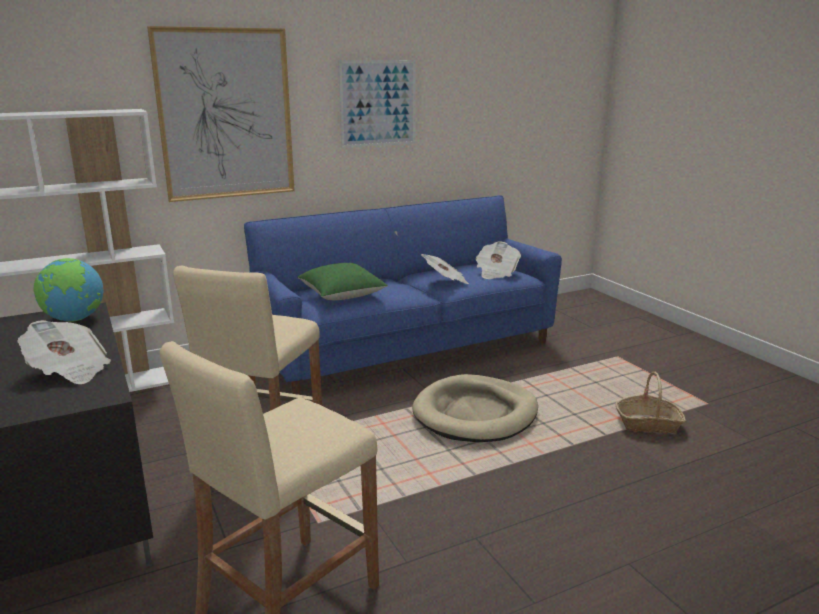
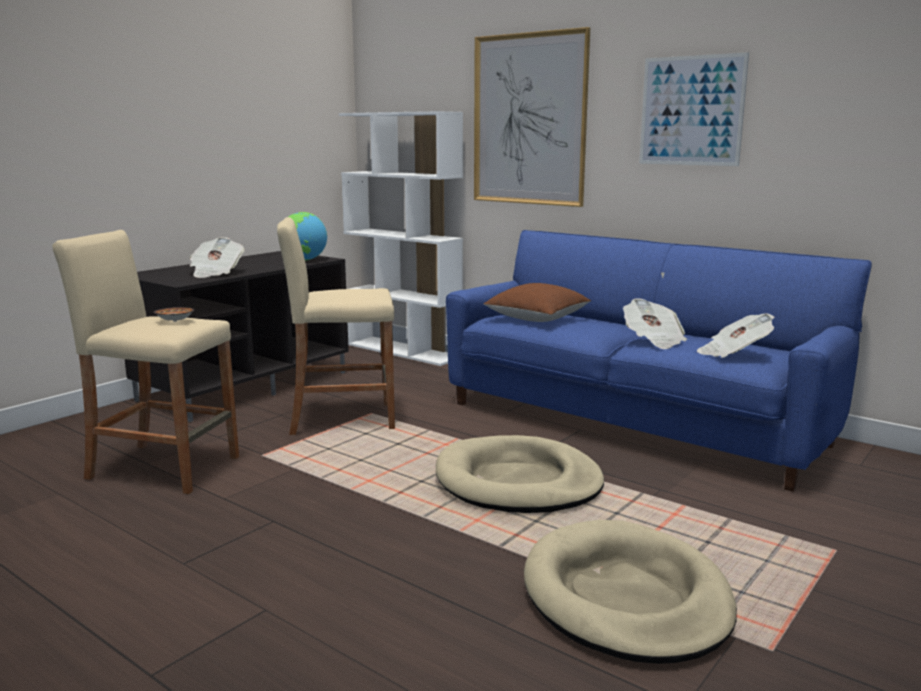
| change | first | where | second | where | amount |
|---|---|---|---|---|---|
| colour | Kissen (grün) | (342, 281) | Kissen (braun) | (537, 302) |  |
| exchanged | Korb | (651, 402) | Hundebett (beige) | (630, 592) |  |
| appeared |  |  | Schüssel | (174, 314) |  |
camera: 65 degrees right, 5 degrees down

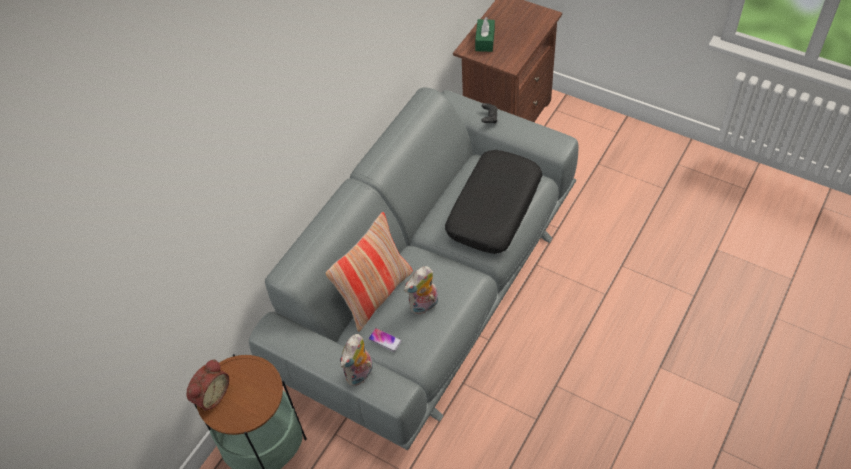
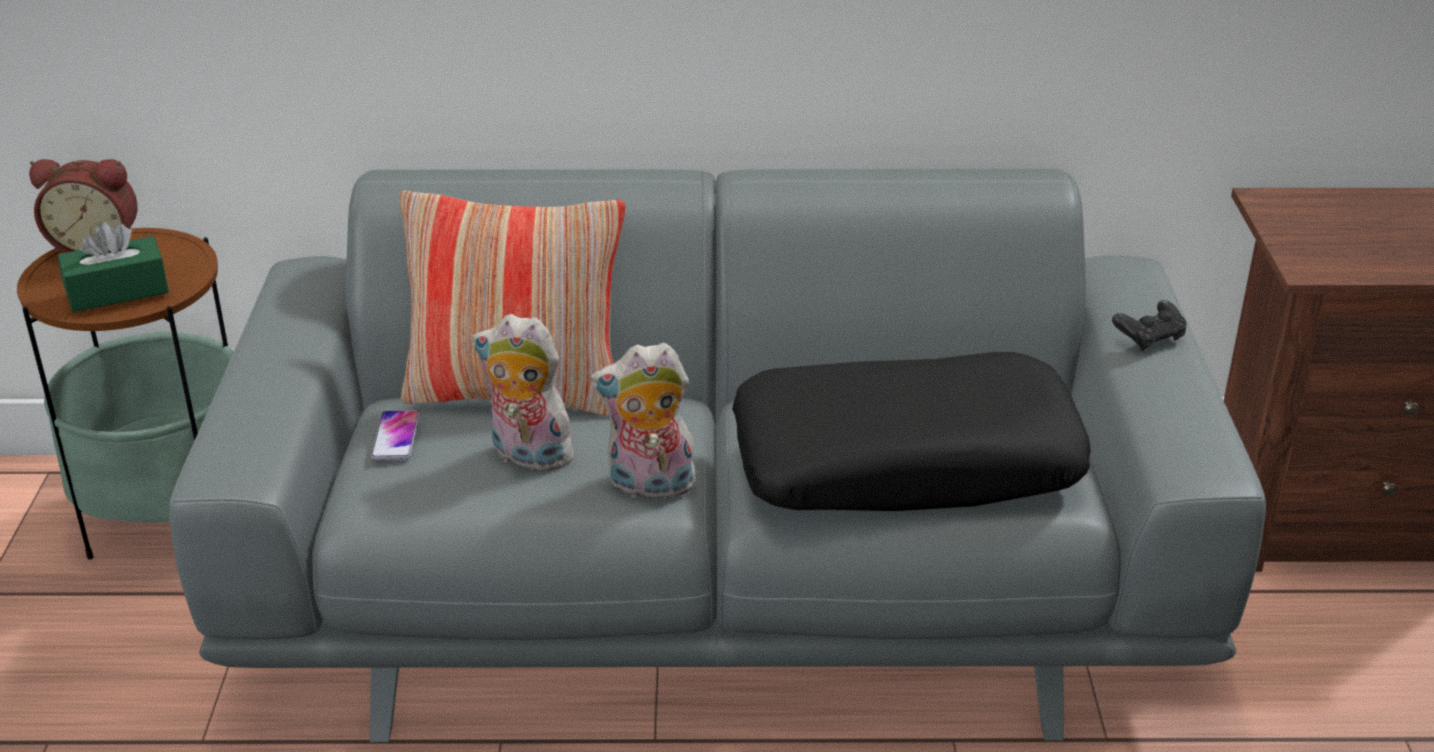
| change | first | where | second | where | amount |
|---|---|---|---|---|---|
| relocated | Taschentuchbox (grün) | (485, 34) |  | (113, 267) |  |
| relocated | Plüschtier | (356, 360) |  | (643, 423) |  |
camera: 55 degrees right, 20 degrees down

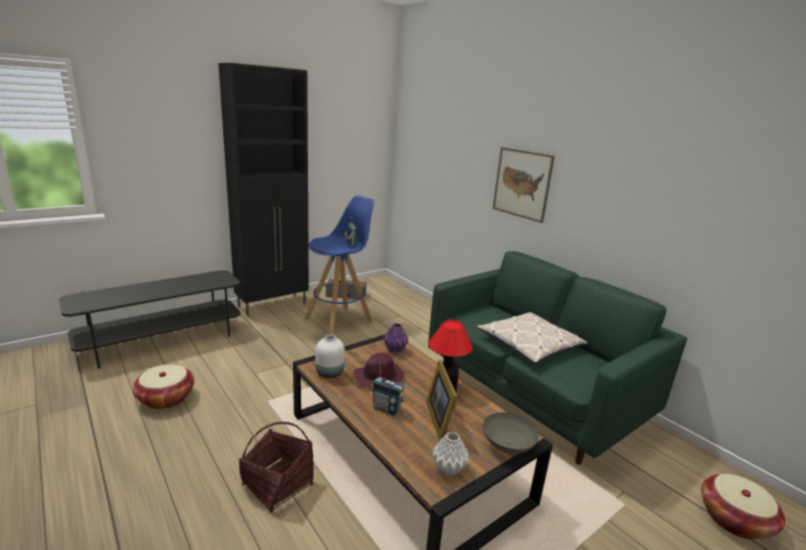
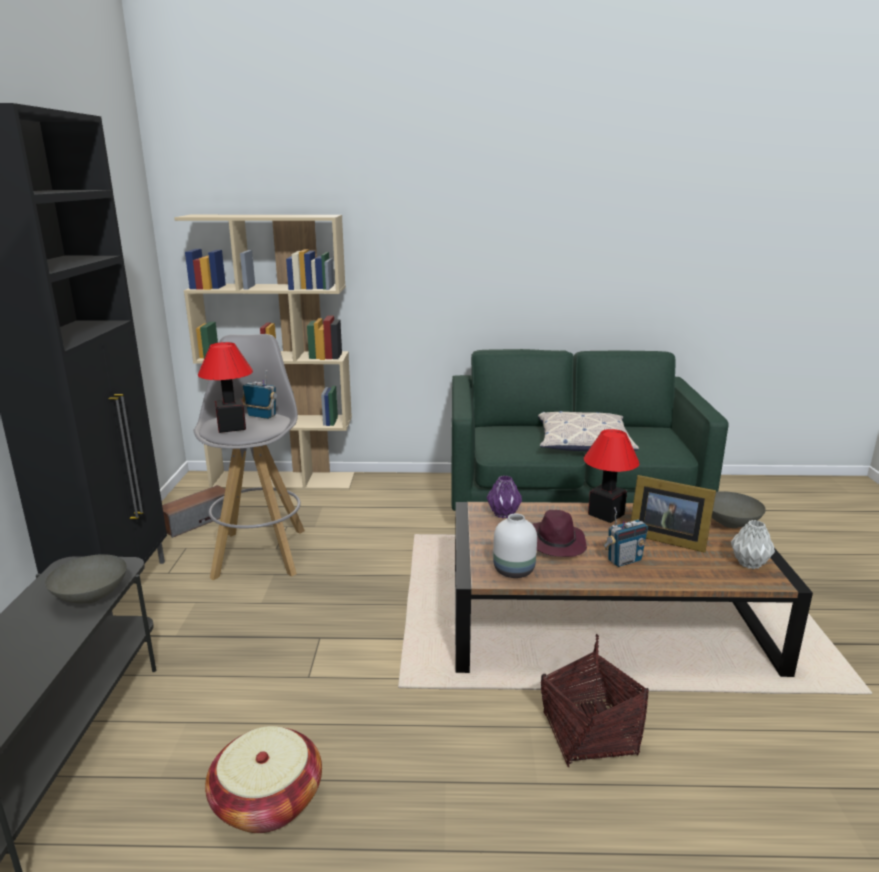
| change | first | where | second | where | amount |
|---|---|---|---|---|---|
| missing | Bild | (524, 185) |  |  |  |
| colour | Hocker (blau) | (339, 265) | Hocker (grau) | (249, 457) |  |
| missing | Korb | (743, 507) |  |  |  |
| appeared |  |  | Bücherregal (beige) | (264, 352) |  |
| appeared |  |  | Tischlampe | (225, 387) |  |
| appeared |  |  | Schüssel (grau) | (86, 579) |  |
camera: 50 degrees left, 0 degrees up

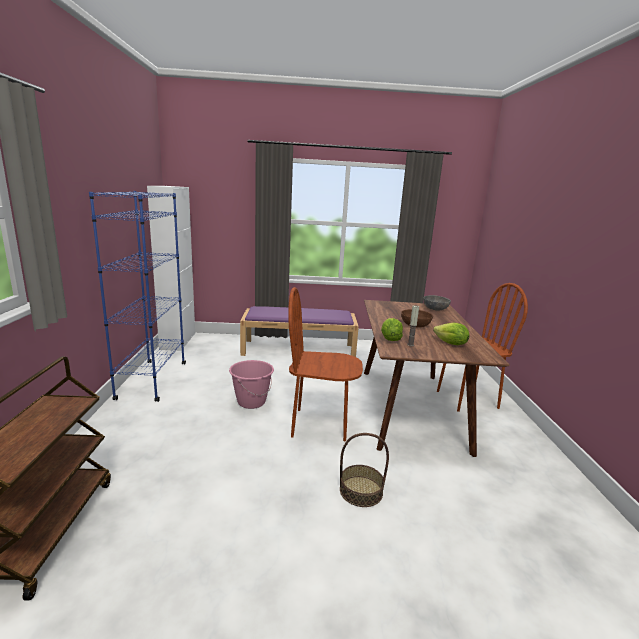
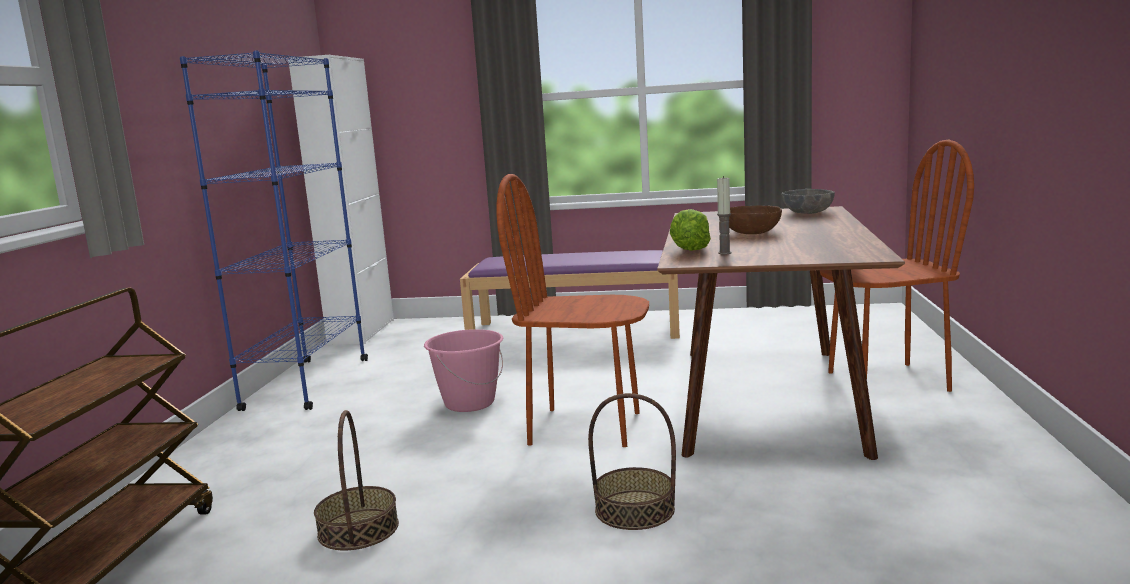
| change | first | where | second | where | amount |
|---|---|---|---|---|---|
| missing | Salatkopf | (451, 333) |  |  |  |
| appeared |  |  | Korb | (356, 480) |  |
camera: 10 degrees right, 5 degrees down

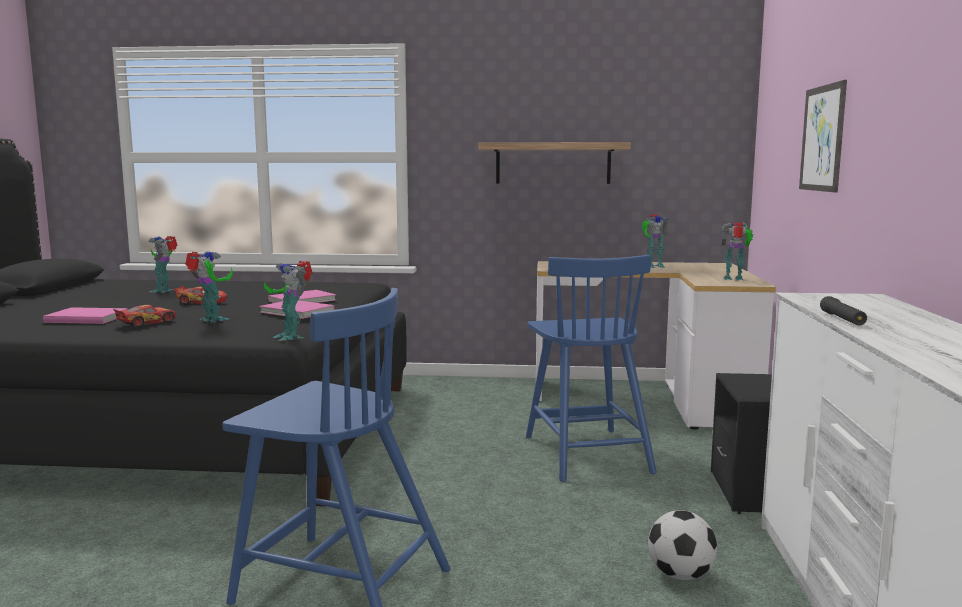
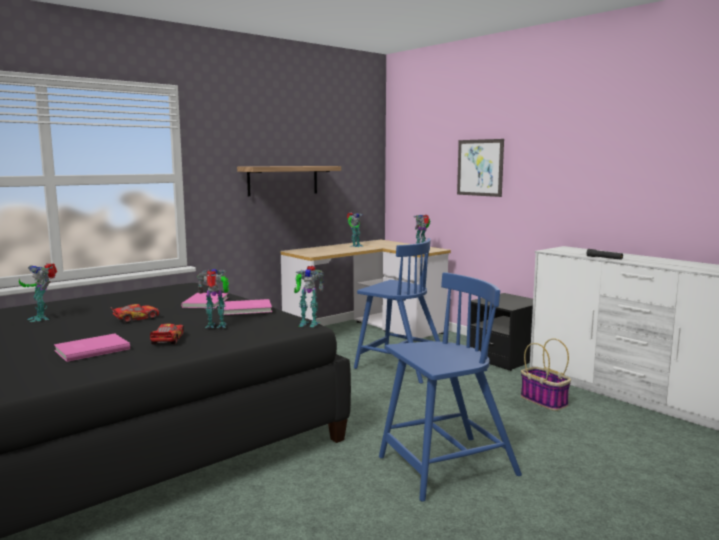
| change | first | where | second | where | amount |
|---|---|---|---|---|---|
| exchanged | Fußball | (682, 545) | Korb | (546, 374) |  |
camera: 45 degrees left, 0 degrees up

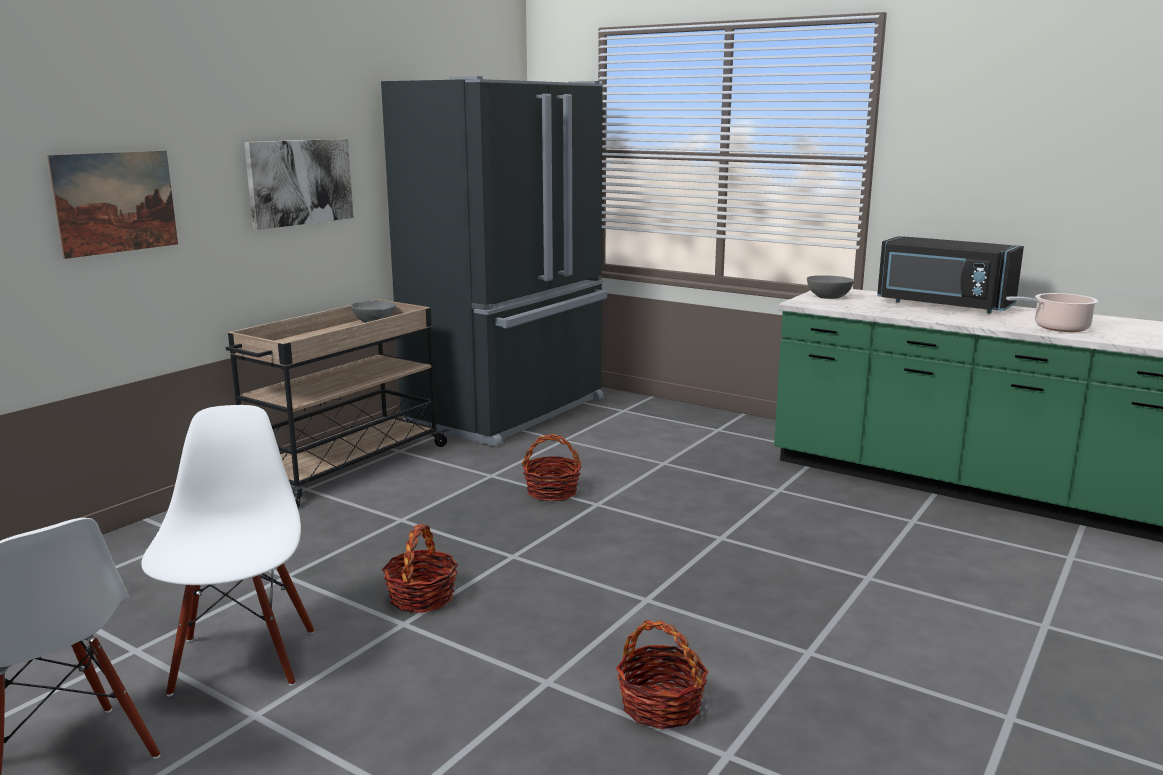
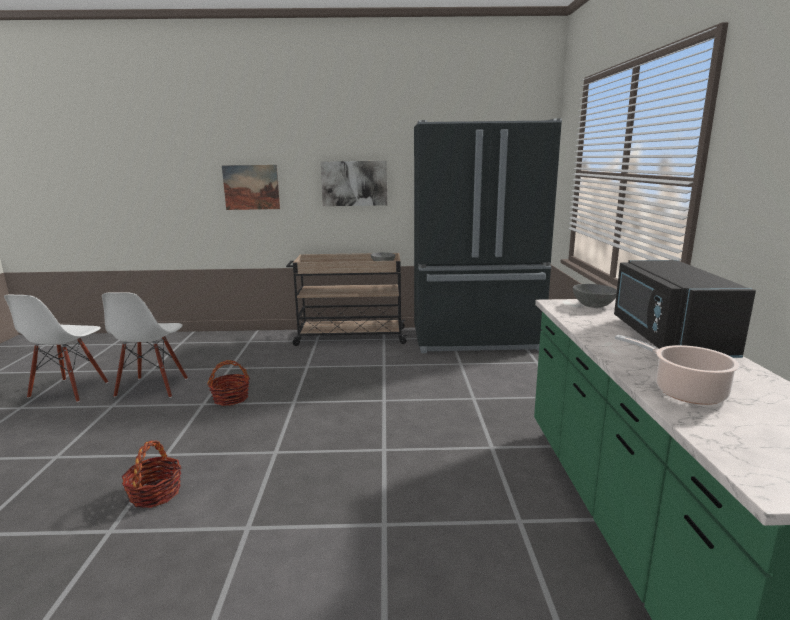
| change | first | where | second | where | amount |
|---|---|---|---|---|---|
| spun | Stuhl (weiß) | (227, 550) |  | (145, 345) | 135 degrees clockwise |
| missing | Korb | (551, 468) |  |  |  |
camera: 55 degrees right, 0 degrees up

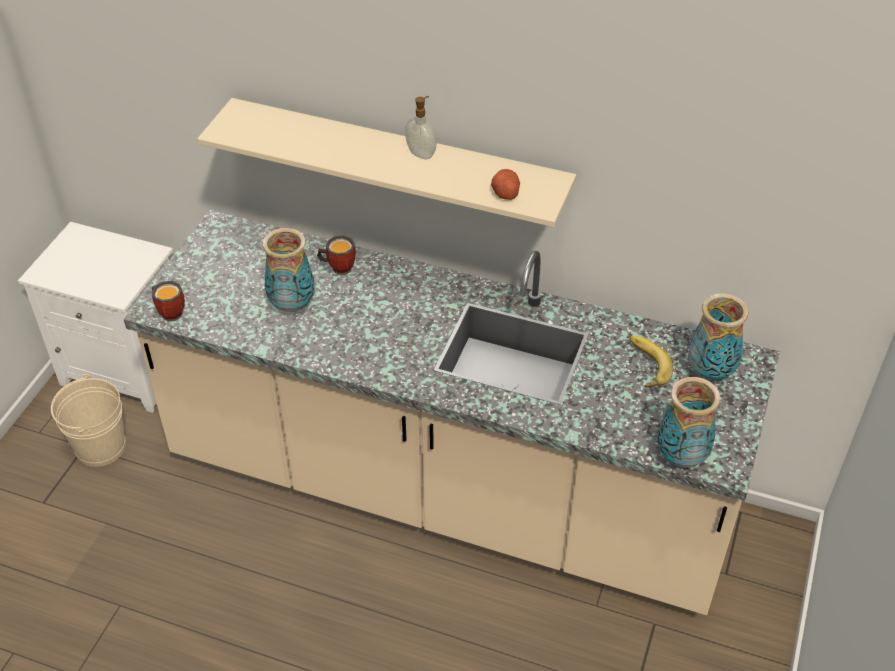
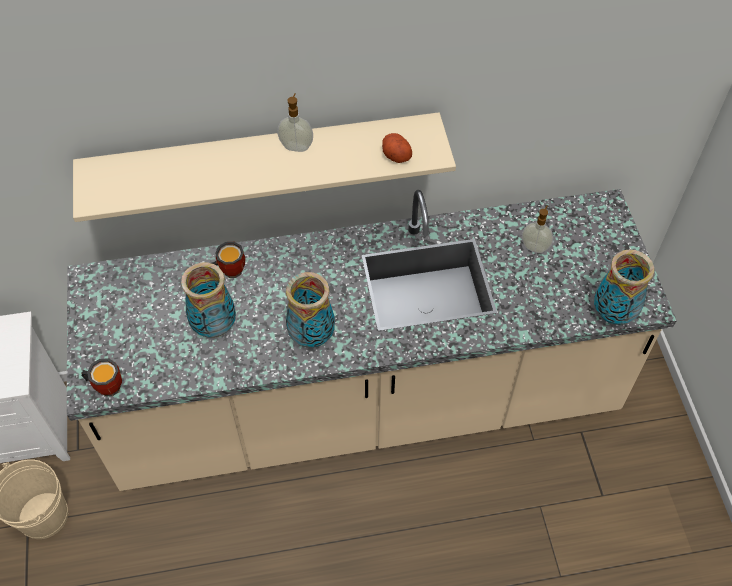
| change | first | where | second | where | amount |
|---|---|---|---|---|---|
| relocated | Vase | (718, 336) |  | (310, 310) |  |
| exchanged | Banane | (651, 361) | Seifenspender | (537, 229) |  |
camera: 30 degrees left, 10 degrees up

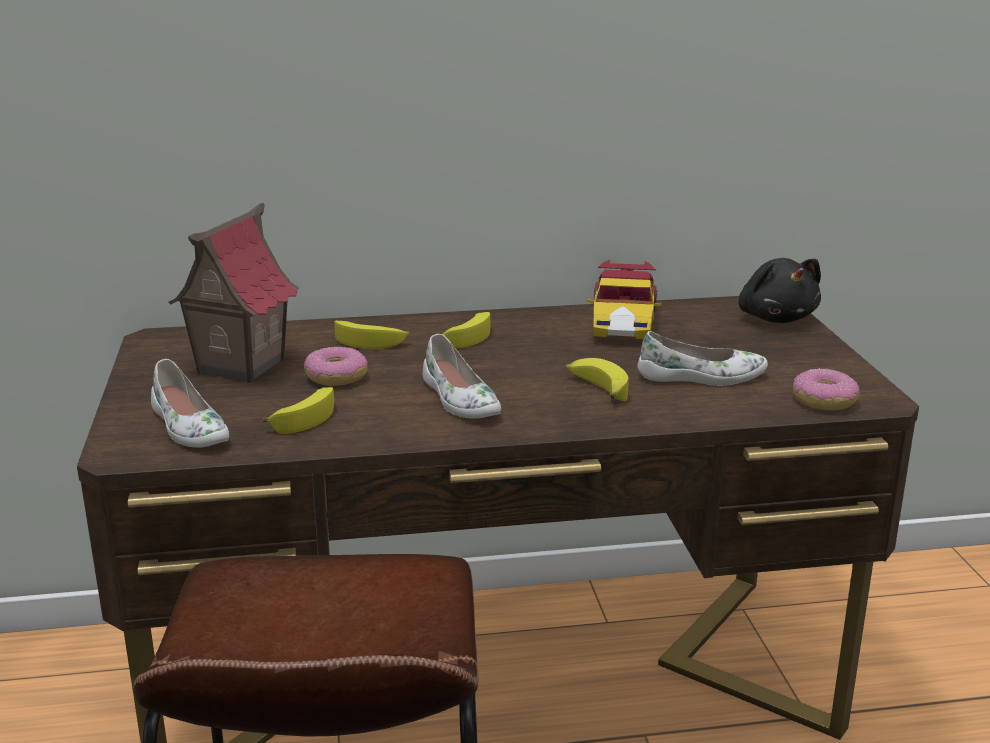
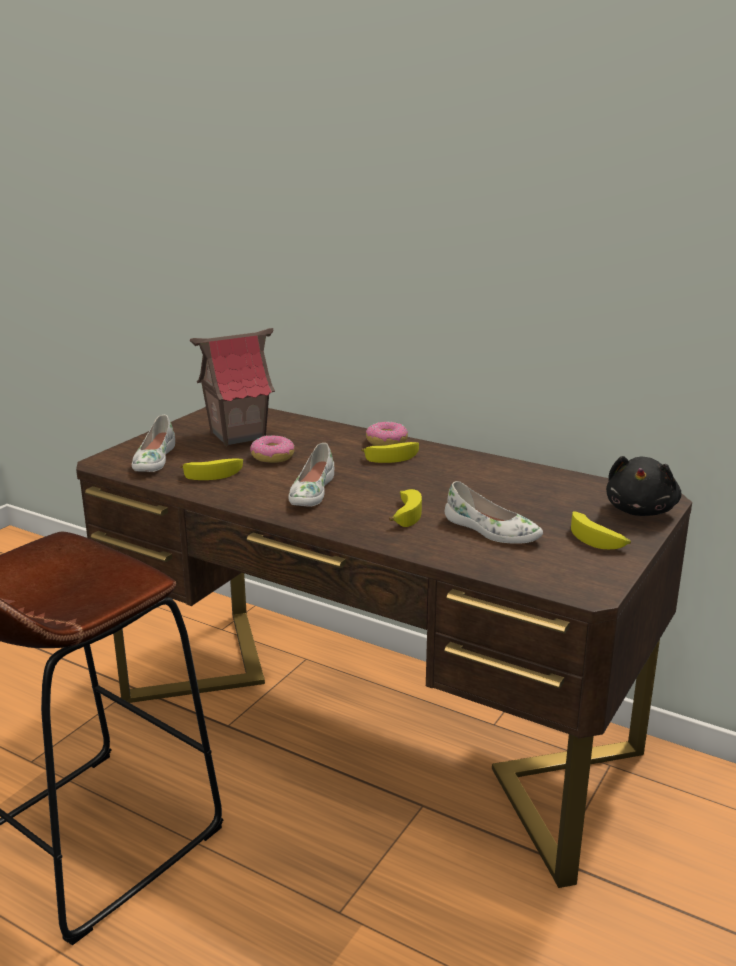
| change | first | where | second | where | amount |
|---|---|---|---|---|---|
| missing | Spielzeugauto | (624, 299) |  |  |  |
| relocated | Banane | (371, 335) |  | (601, 530) |  |
| relocated | Donut | (826, 389) |  | (387, 434) |  |
camera: 40 degrees right, 0 degrees up

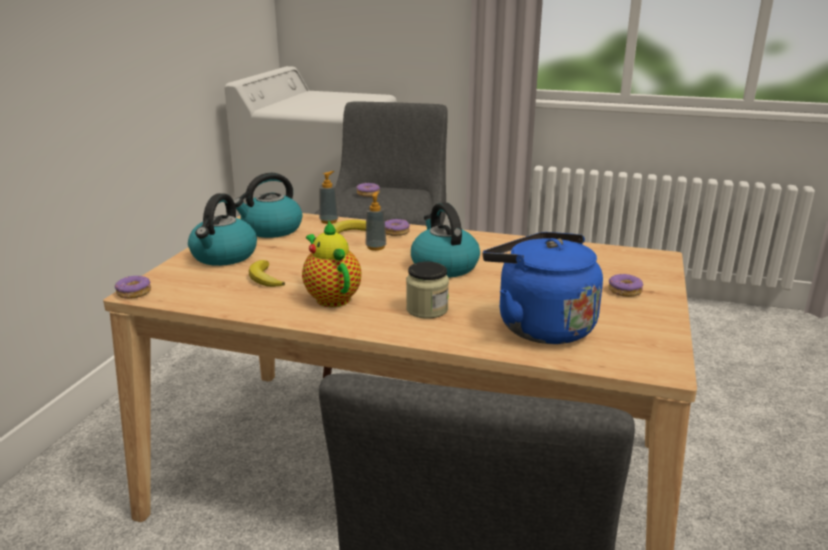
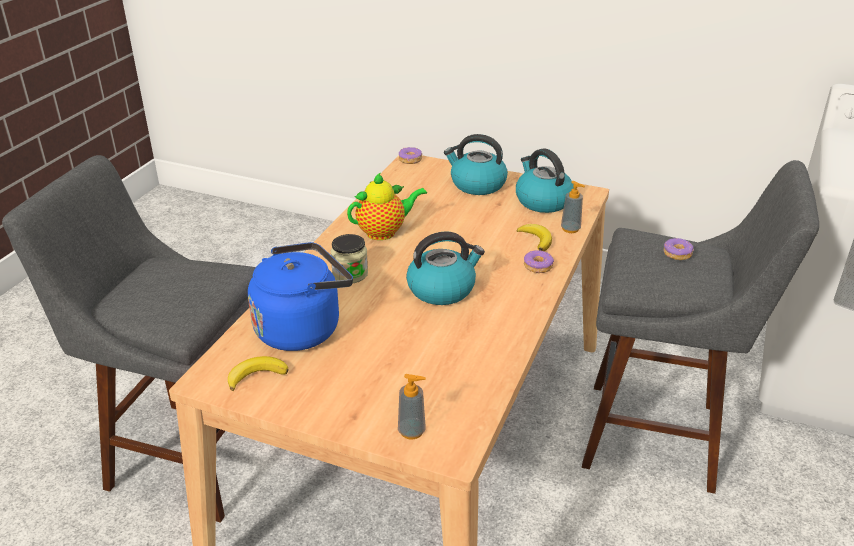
| change | first | where | second | where | amount |
|---|---|---|---|---|---|
| relocated | Seifenspender | (376, 221) |  | (412, 406) |  |
| relocated | Banane | (267, 273) |  | (258, 373) |  |
| missing | Donut | (626, 285) |  |  |  |
camera: 95 degrees right, 10 degrees up

